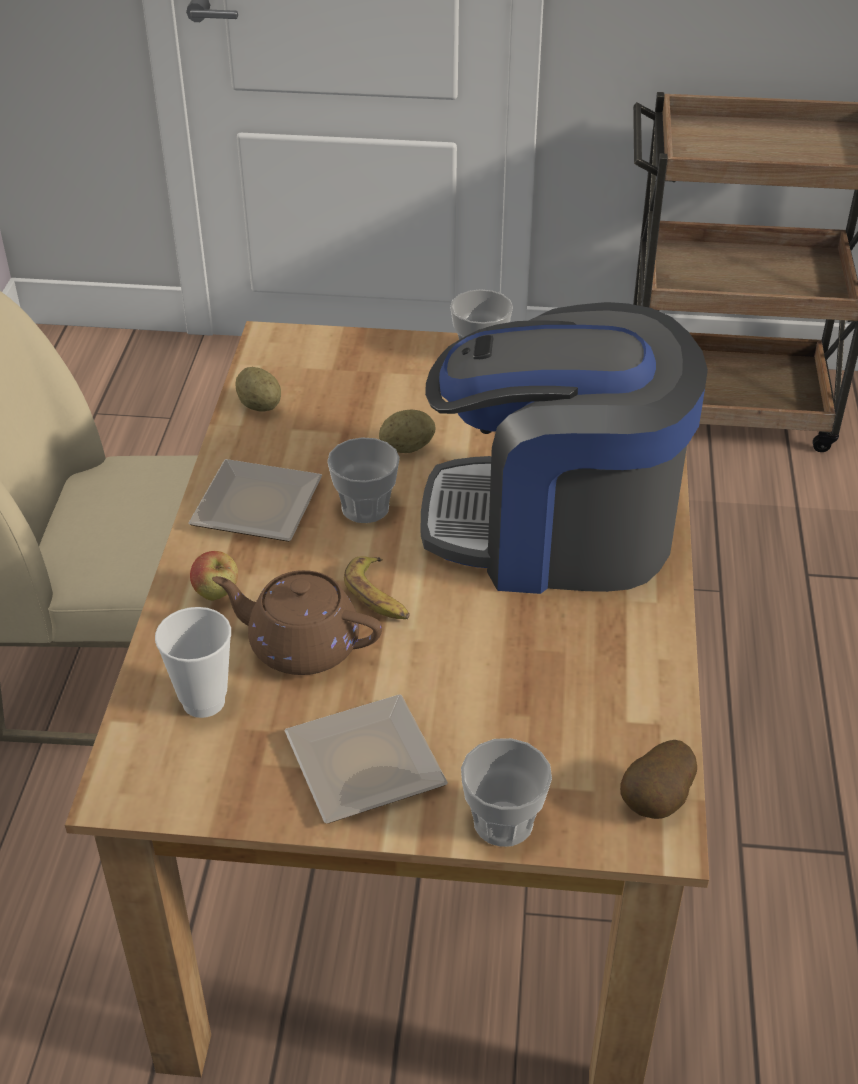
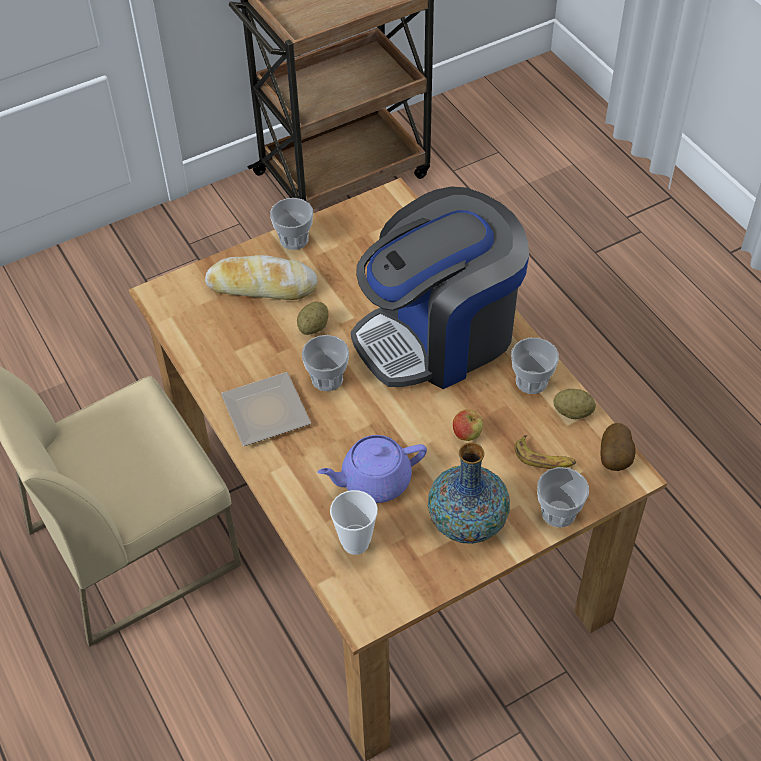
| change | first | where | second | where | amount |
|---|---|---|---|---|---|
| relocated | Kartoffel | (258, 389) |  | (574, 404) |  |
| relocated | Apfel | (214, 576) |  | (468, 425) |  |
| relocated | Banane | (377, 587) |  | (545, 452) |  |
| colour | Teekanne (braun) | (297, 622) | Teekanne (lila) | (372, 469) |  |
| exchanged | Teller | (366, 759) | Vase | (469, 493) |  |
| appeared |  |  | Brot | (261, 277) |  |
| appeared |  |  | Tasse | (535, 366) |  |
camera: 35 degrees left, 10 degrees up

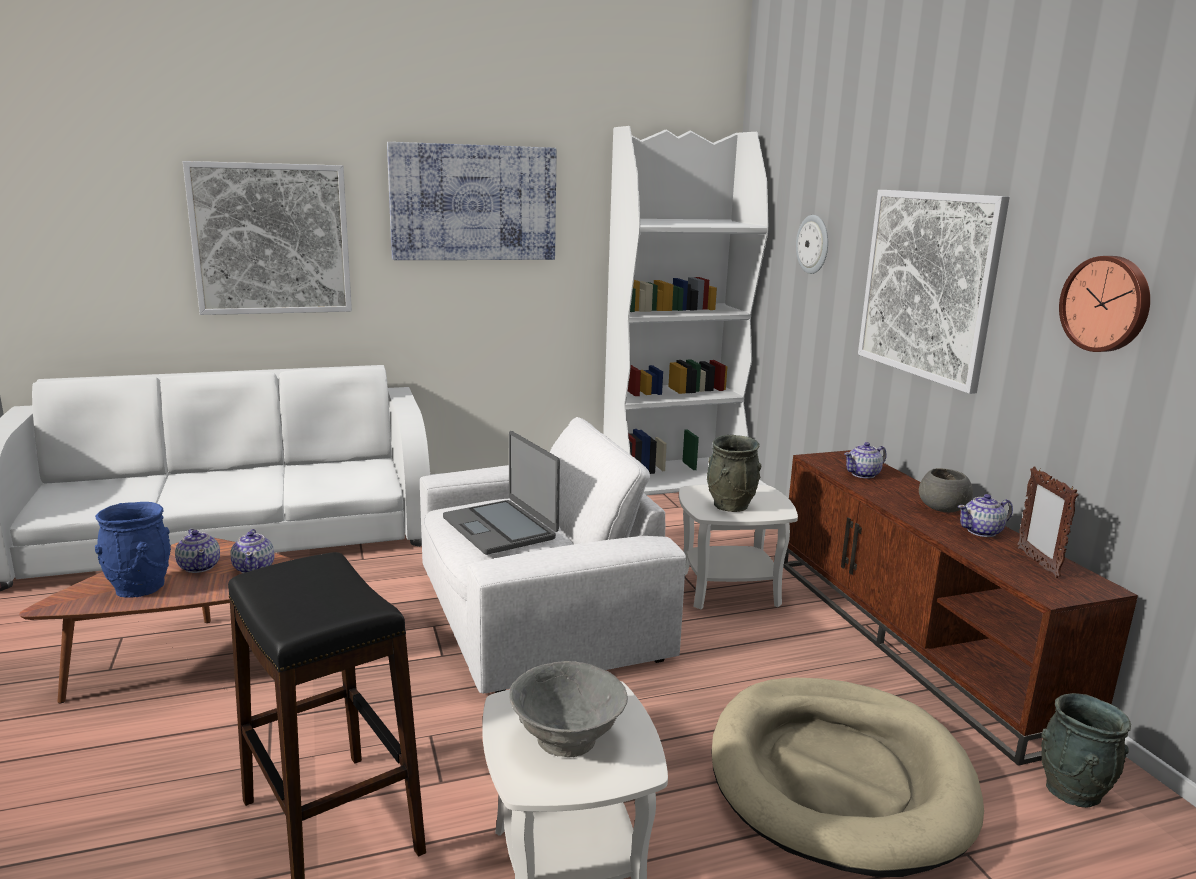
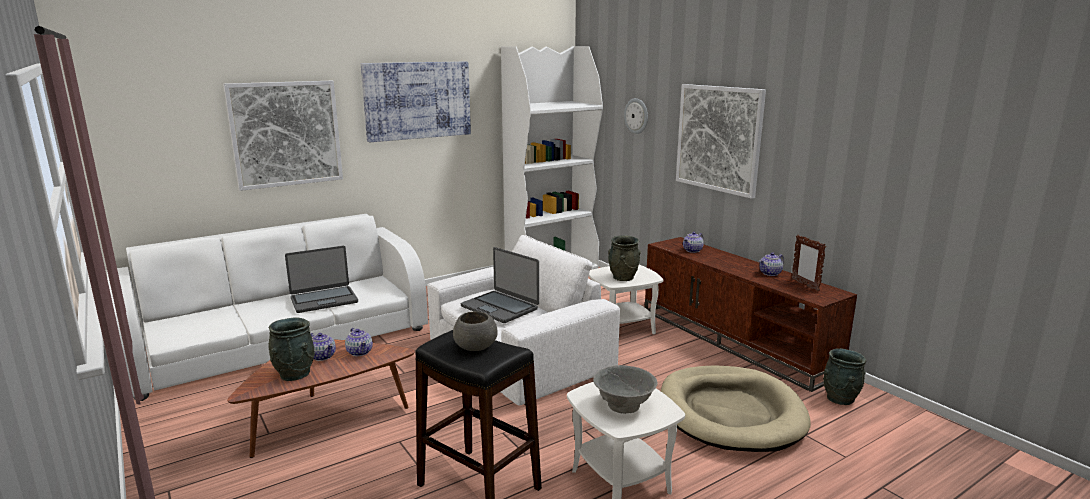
| change | first | where | second | where | amount |
|---|---|---|---|---|---|
| missing | Wanduhr | (1104, 304) |  |  |  |
| relocated | Schüssel (grau) | (946, 490) |  | (475, 331) |  |
| colour | Vase (blau) | (133, 550) | Vase (grau) | (292, 349) |  |
| appeared |  |  | Laptop | (321, 279) |  |
camera: 15 degrees left, 0 degrees up

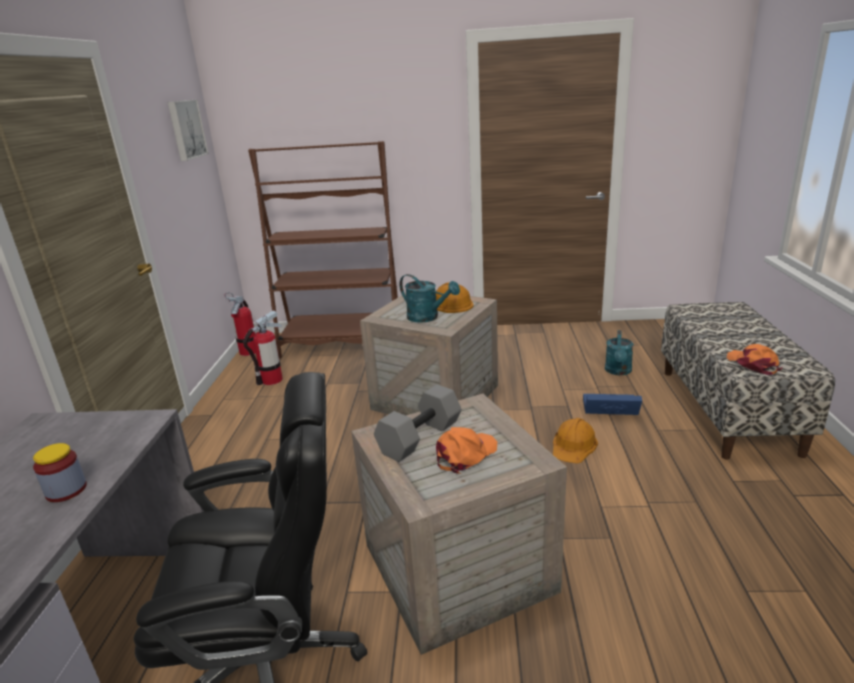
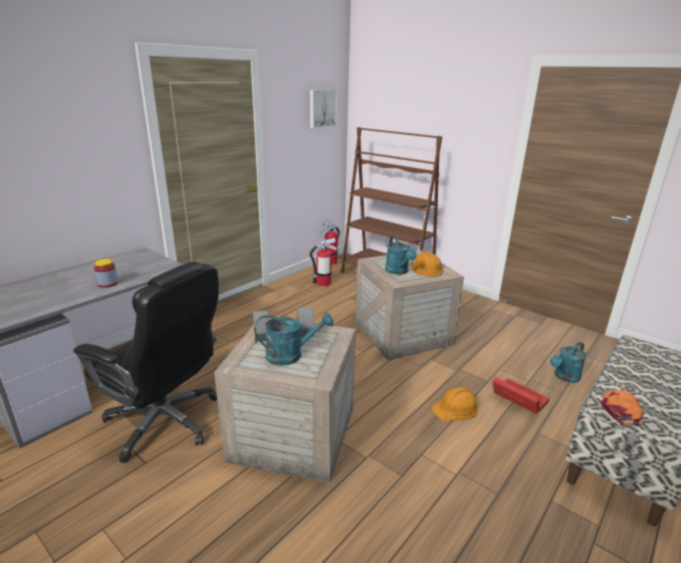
| change | first | where | second | where | amount |
|---|---|---|---|---|---|
| colour | Aufbewahrungsbox (blau) | (612, 404) | Aufbewahrungsbox (rot) | (521, 395) |  |
| exchanged | Kappe (orange) | (466, 450) | Gießkanne (türkis) | (294, 339) |  |
camera: 35 degrees right, 0 degrees up

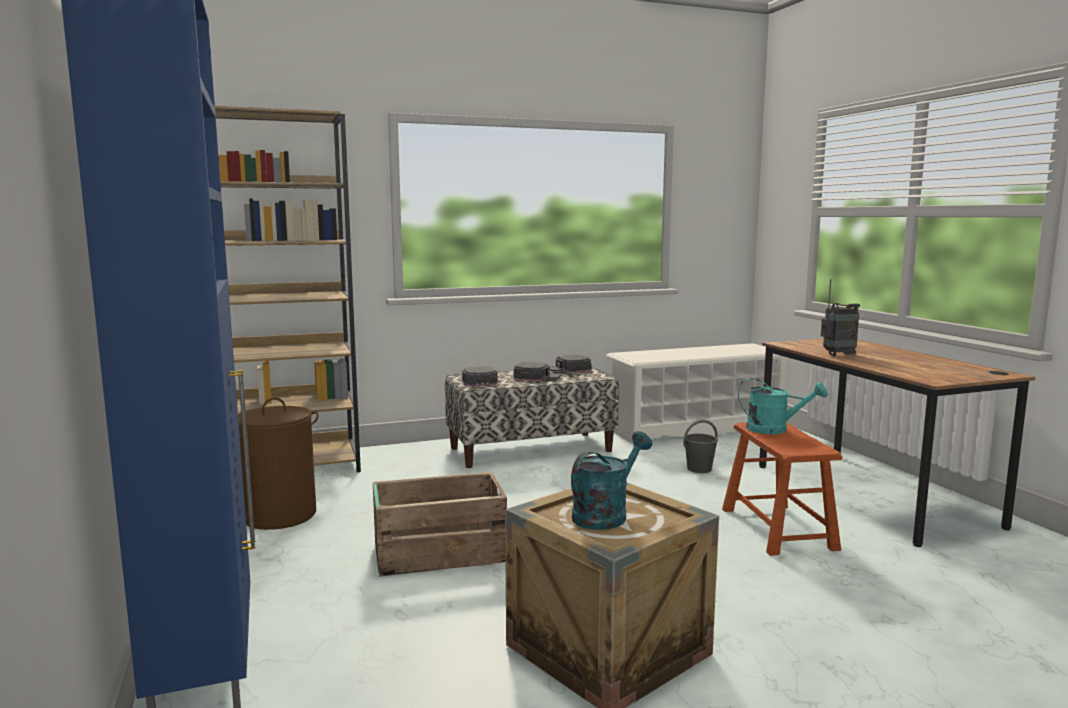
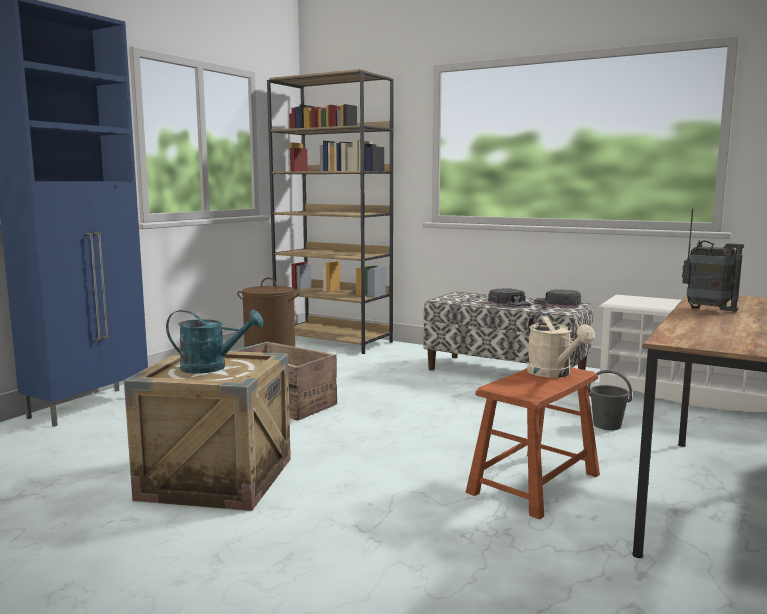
| change | first | where | second | where | amount |
|---|---|---|---|---|---|
| missing | Kappe (schwarz) | (480, 376) |  |  |  |
| colour | Gießkanne (türkis) | (783, 406) | Gießkanne (beige) | (561, 345) |  |
camera: 50 degrees right, 0 degrees up

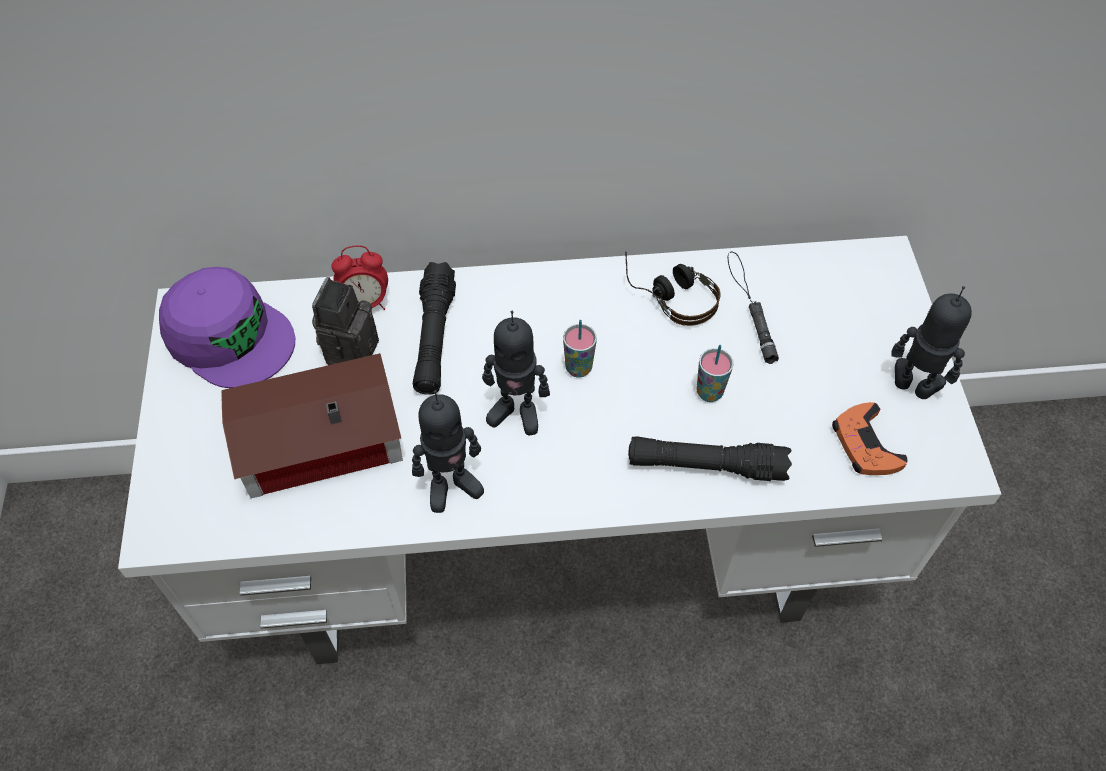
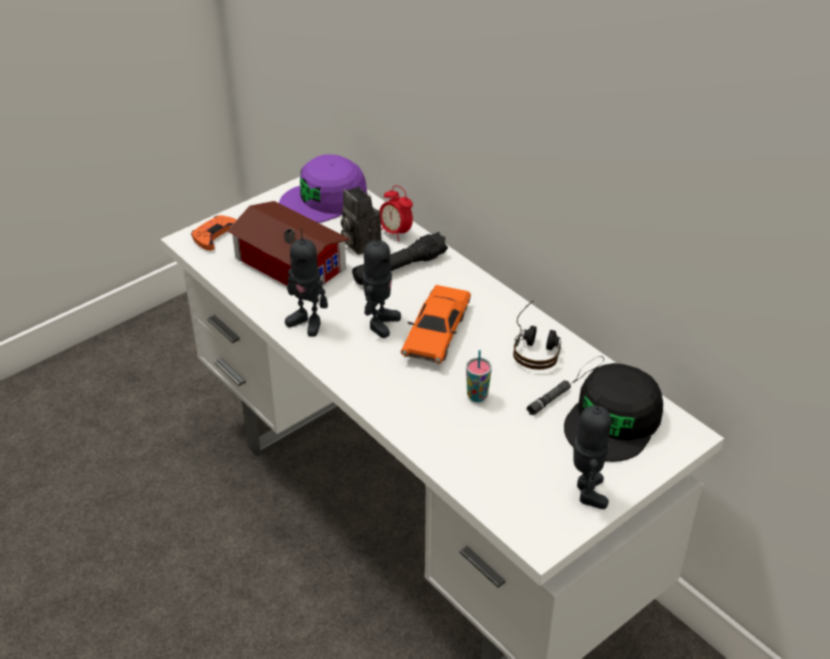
| change | first | where | second | where | amount |
|---|---|---|---|---|---|
| spun | Kappe (lila) | (227, 327) |  | (323, 188) | 60 degrees clockwise |
| spun | Kamera | (345, 321) |  | (361, 221) | 105 degrees counterclockwise |
| spun | Spielzeugroboter | (516, 373) |  | (381, 284) | 135 degrees counterclockwise |
| exchanged | Tasse | (580, 349) | Spielzeugauto (orange) | (436, 324) |  |
| relocated | Gamepad (orange) | (870, 438) |  | (214, 233) |  |
| missing | Taschenlampe (schwarz) | (710, 458) |  |  |  |
| appeared |  |  | Kappe (schwarz) | (613, 412) |  |
camera: 55 degrees right, 15 degrees down

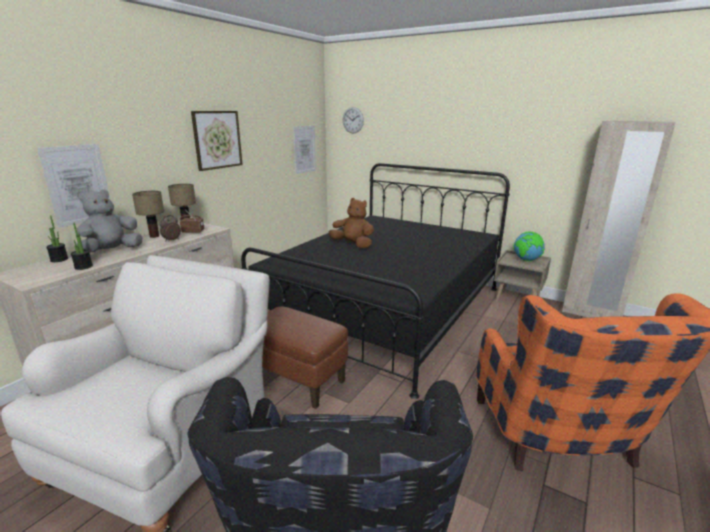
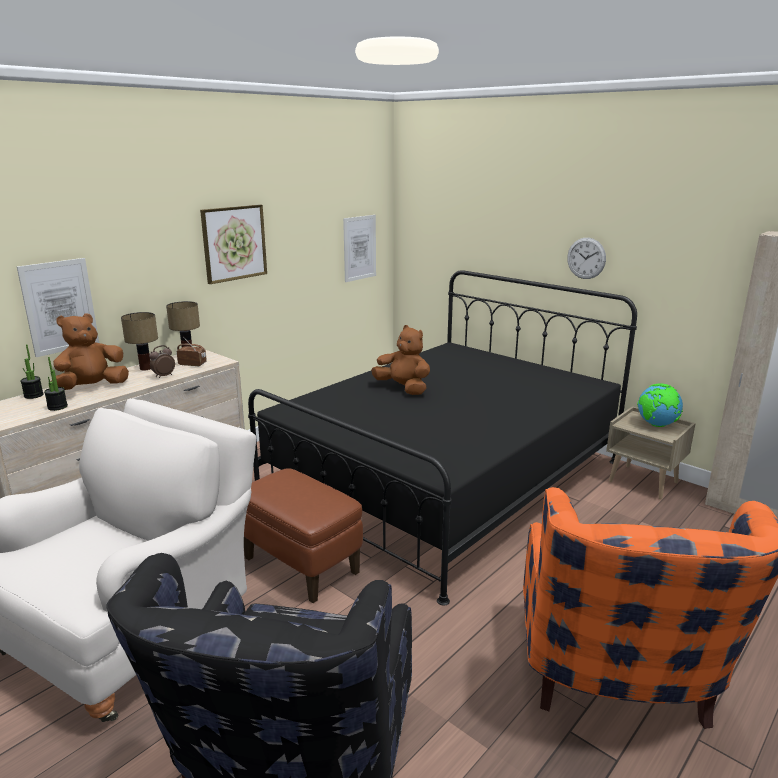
| change | first | where | second | where | amount |
|---|---|---|---|---|---|
| relocated | Wanduhr | (353, 120) |  | (586, 258) |  |
| colour | Plüschtier (grau) | (109, 221) | Plüschtier (braun) | (90, 351) |  |
camera: 10 degrees right, 0 degrees up

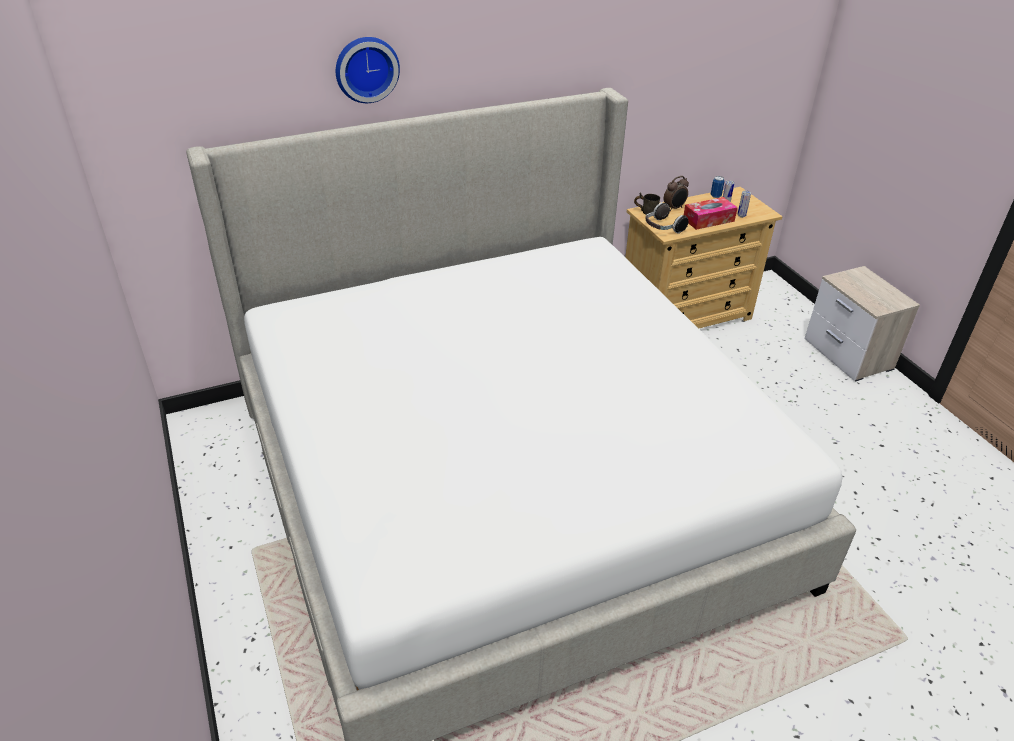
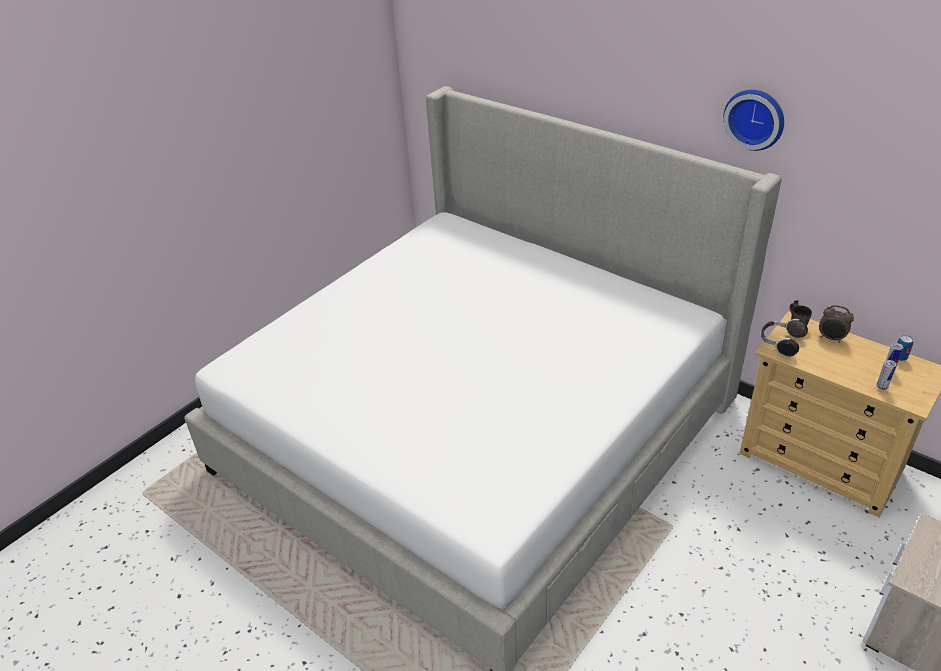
| change | first | where | second | where | amount |
|---|---|---|---|---|---|
| relocated | Wanduhr | (368, 70) |  | (753, 120) |  |
| missing | Taschentuchbox | (711, 213) |  |  |  |
camera: 65 degrees right, 0 degrees up

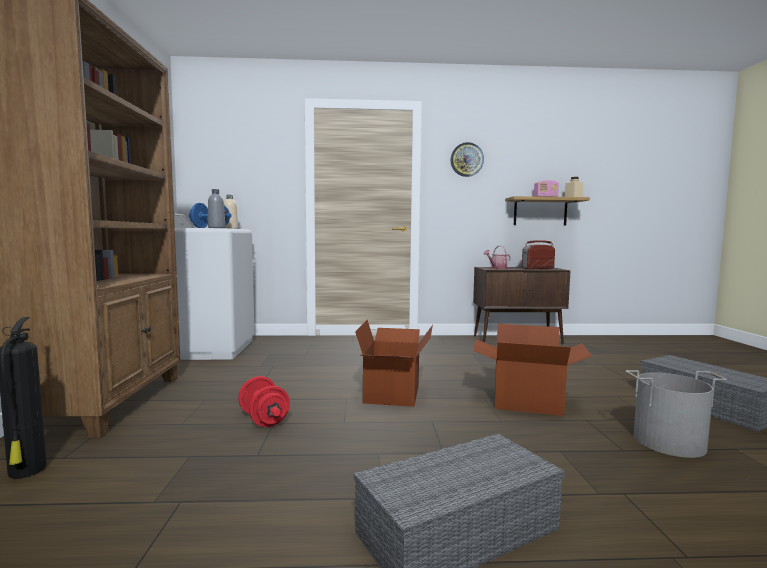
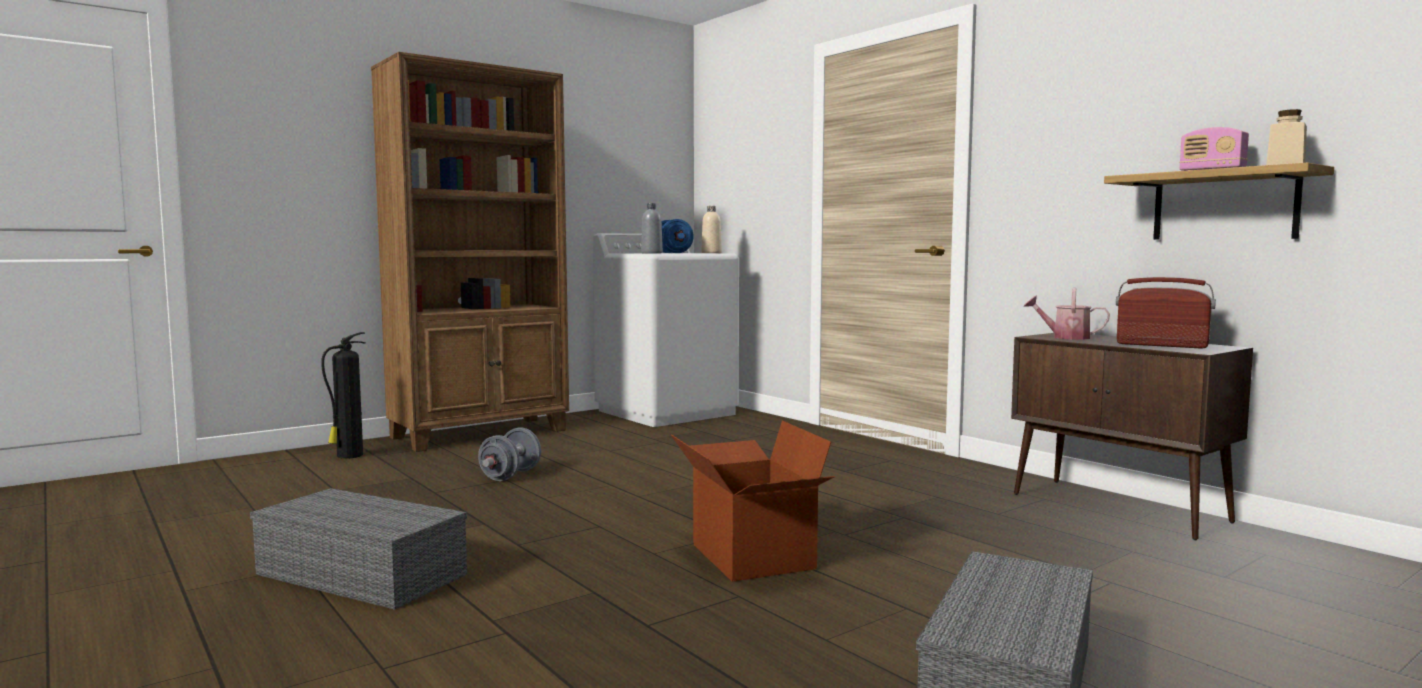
| change | first | where | second | where | amount |
|---|---|---|---|---|---|
| missing | Wanduhr | (467, 159) |  |  |  |
| missing | Karton | (394, 363) |  |  |  |
| missing | Eimer (grau) | (676, 414) |  |  |  |
| colour | Hantel (rot) | (264, 401) | Hantel (grau) | (509, 454) |  |
camera: 55 degrees right, 0 degrees up

